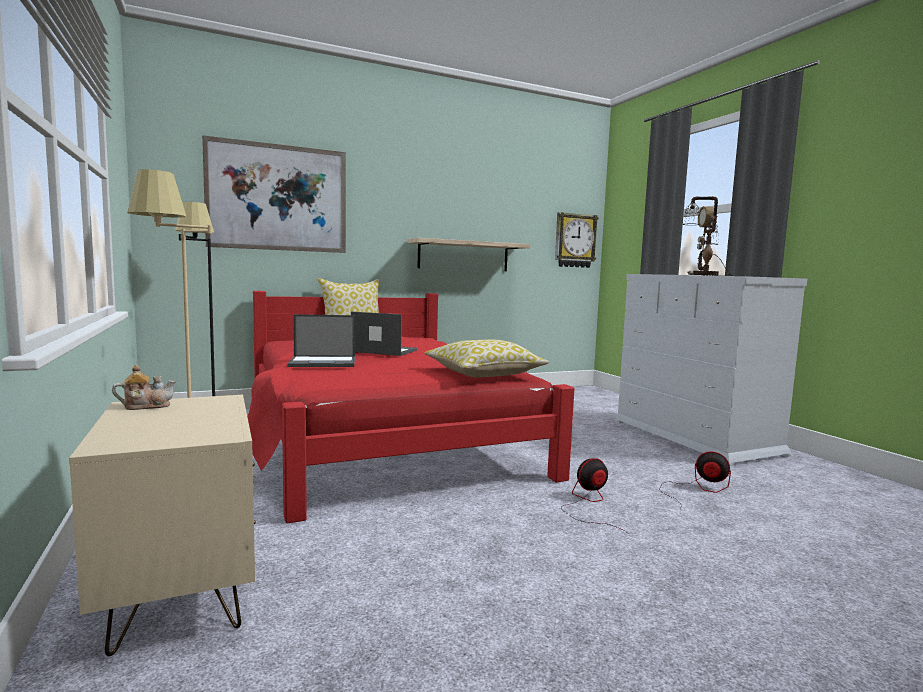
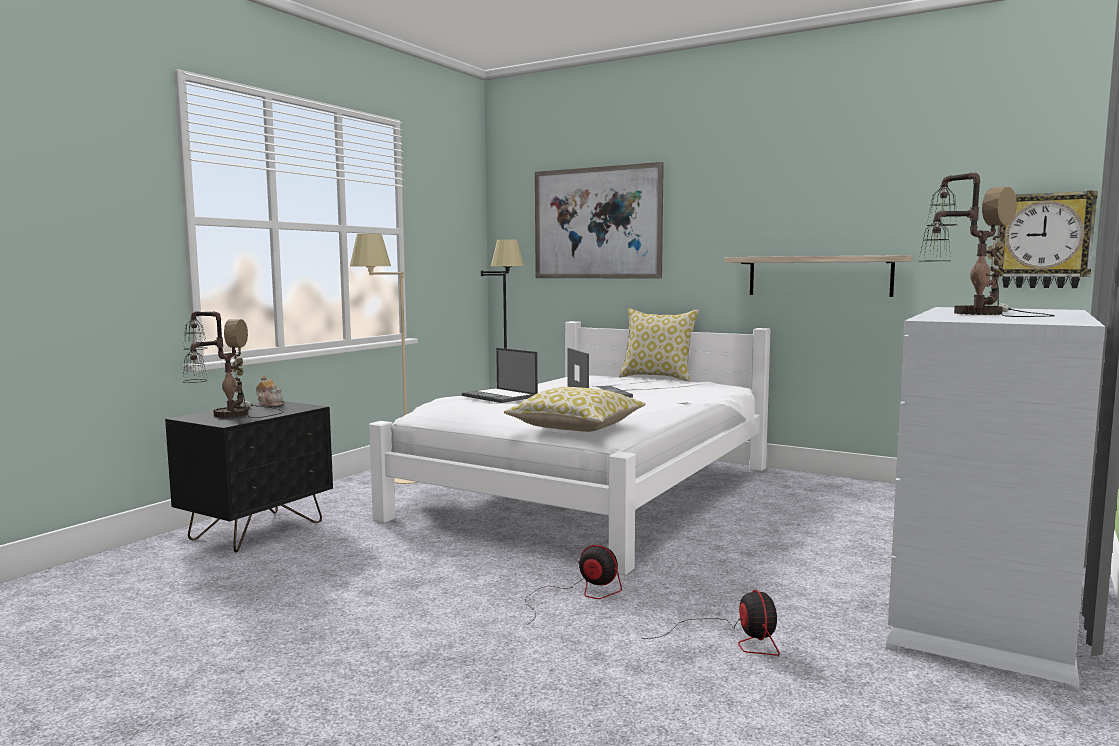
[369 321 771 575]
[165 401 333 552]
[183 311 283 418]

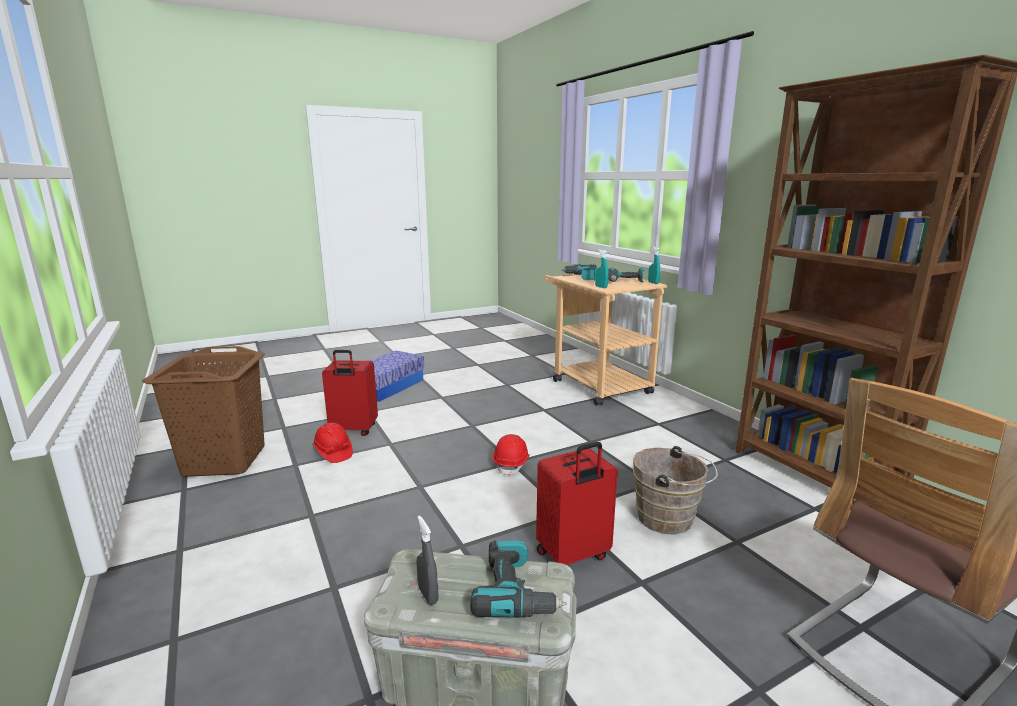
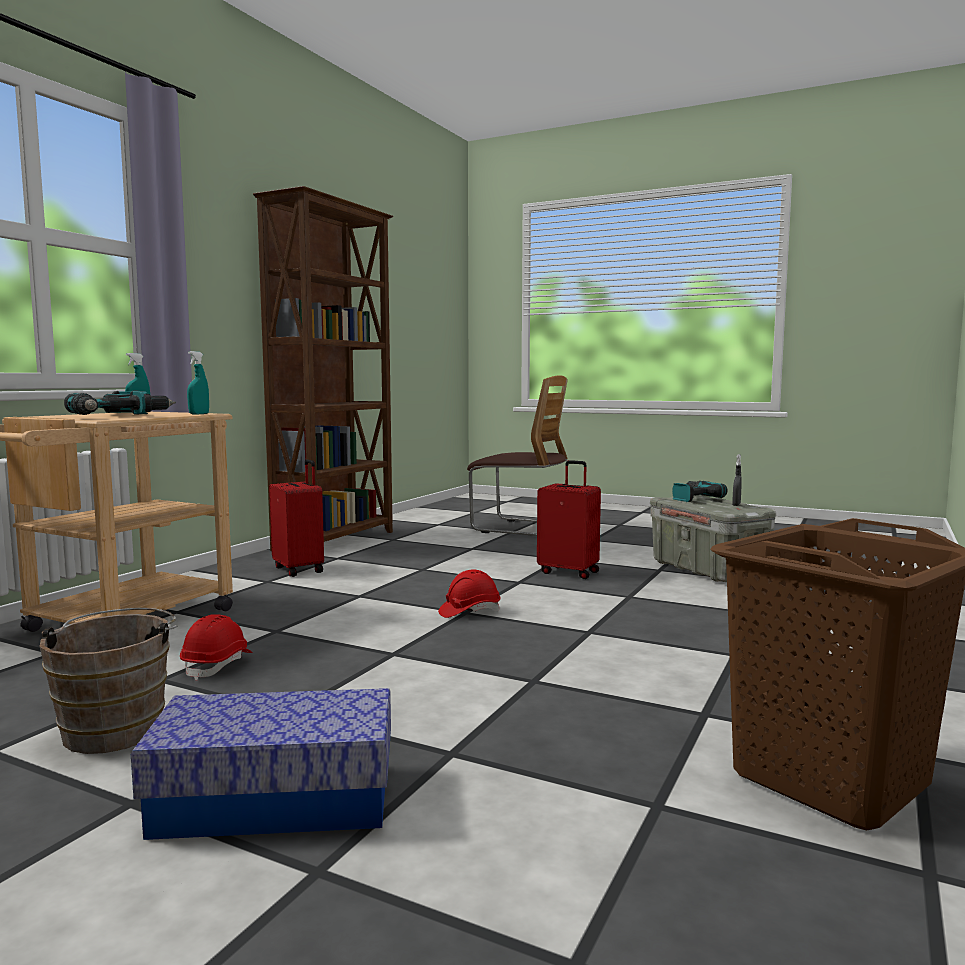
[269 459 324 577]
[180 614 253 680]
[40 608 177 754]

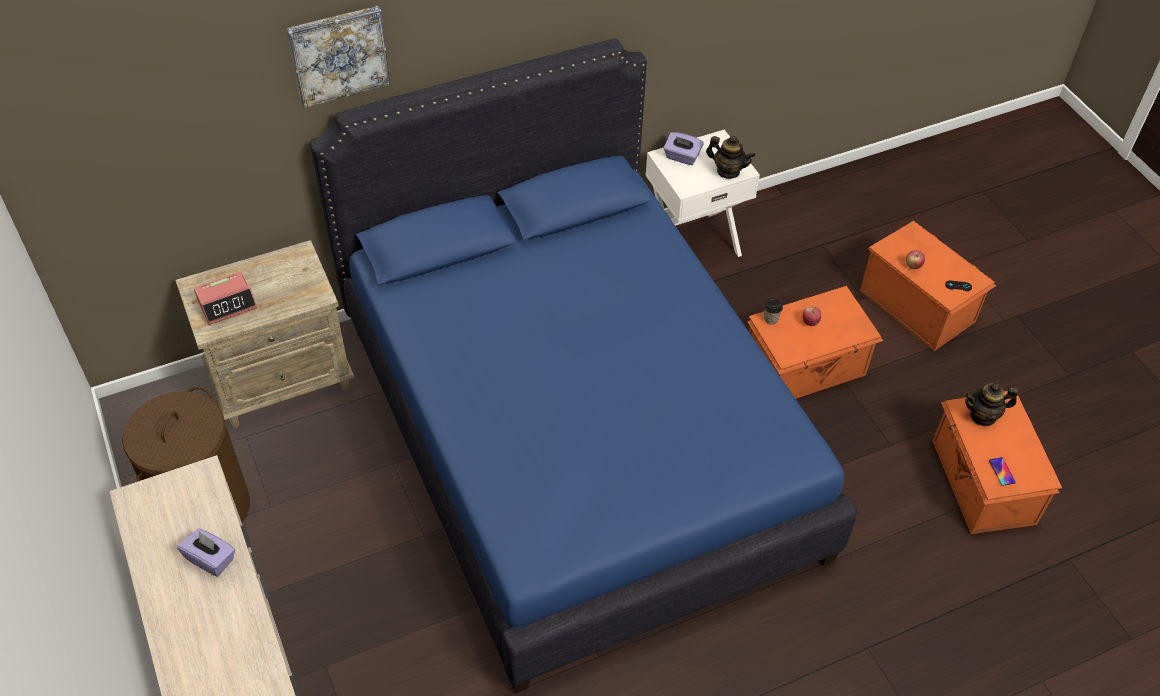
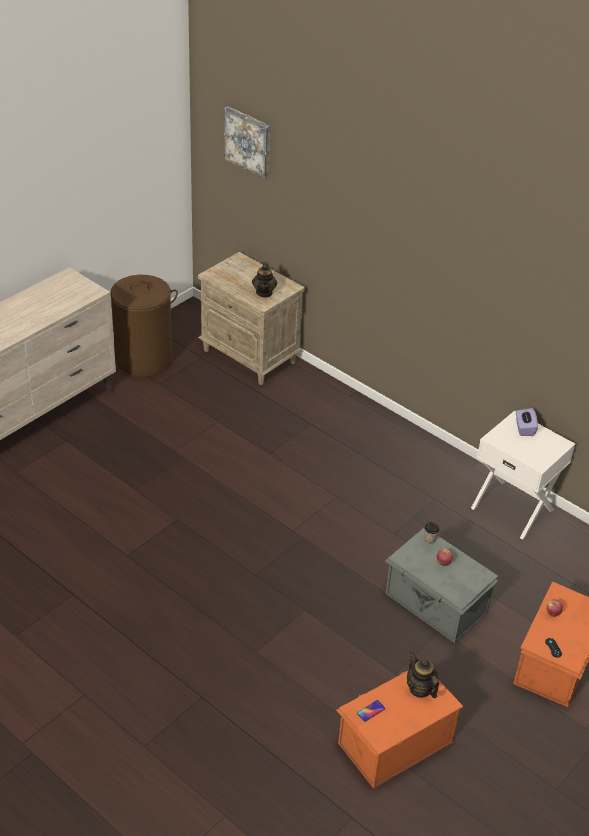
[224 106 270 179]
[310 38 857 694] (first image)
[252 262 277 298]
[194 272 257 325] (first image)
[385 528 498 643]
[177 529 236 577] (first image)

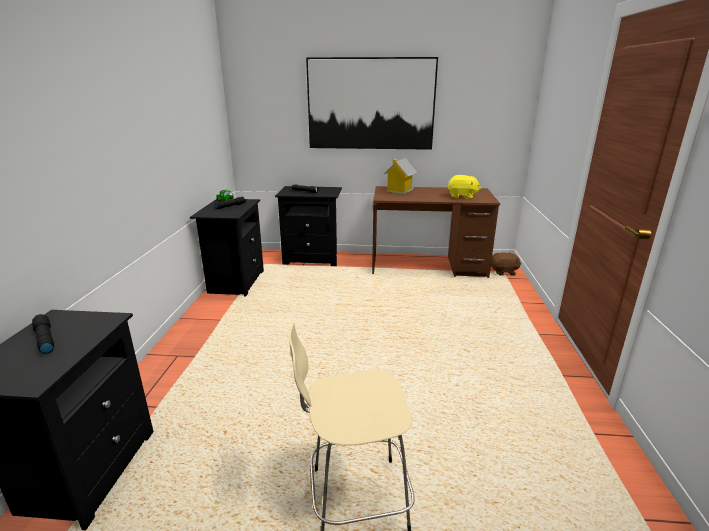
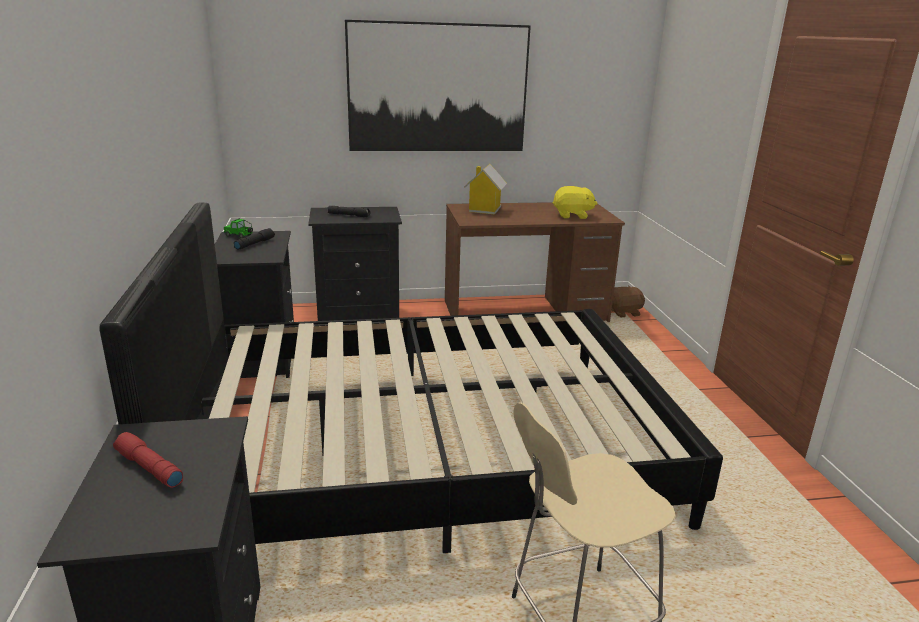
[113 432 183 488]
[99 202 723 553]

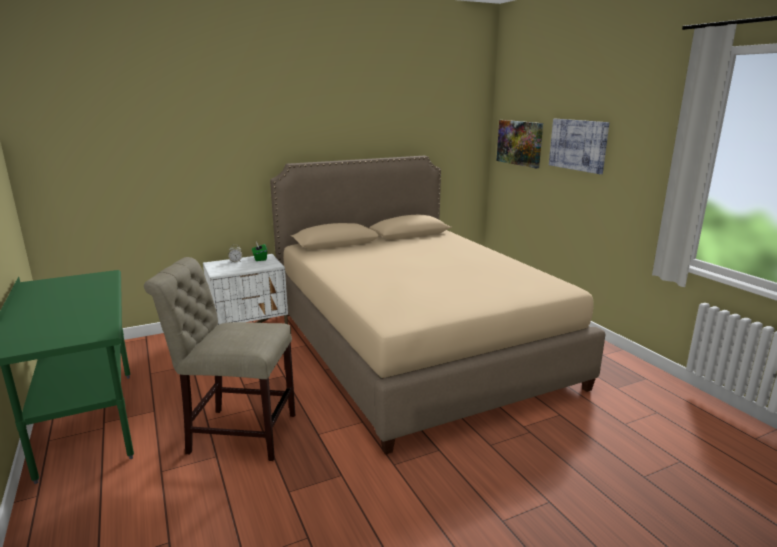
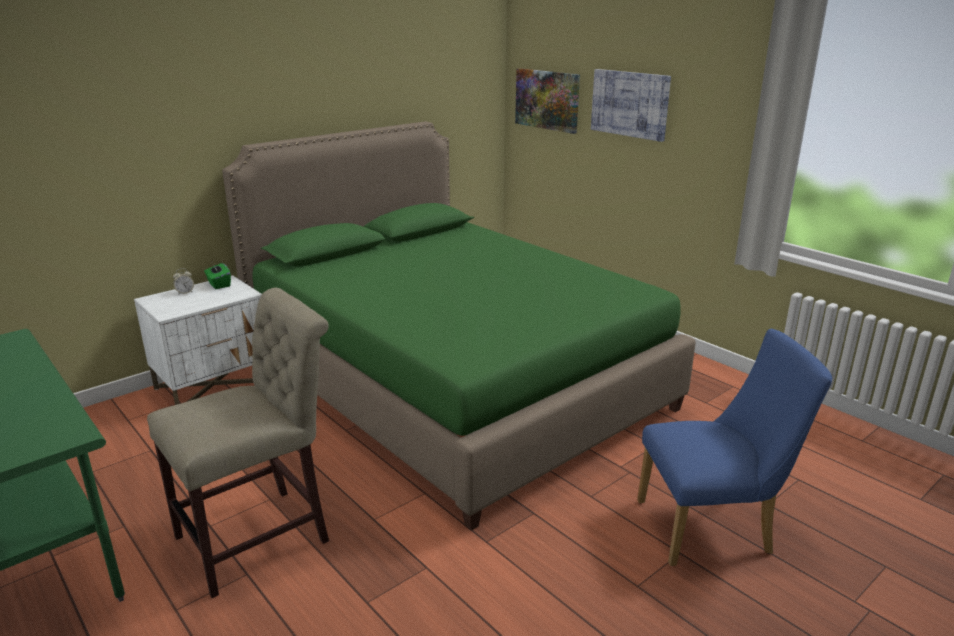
[222 122 696 531]
[147 288 329 598]
[637 329 832 566]

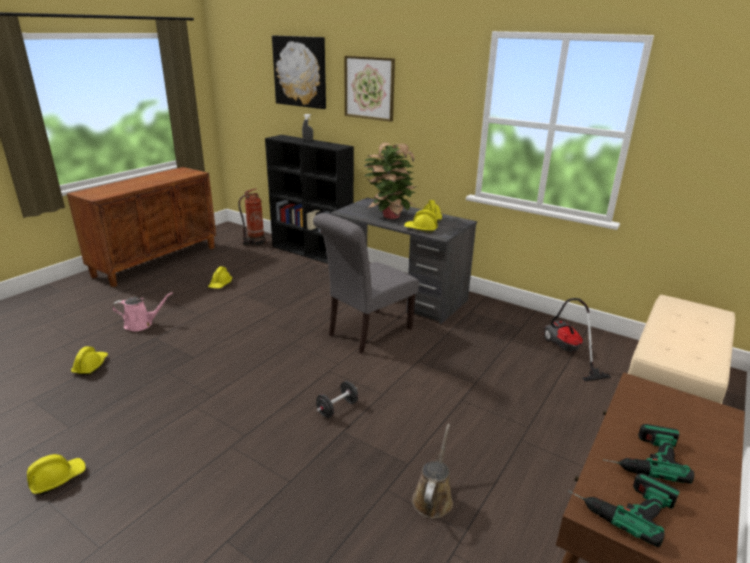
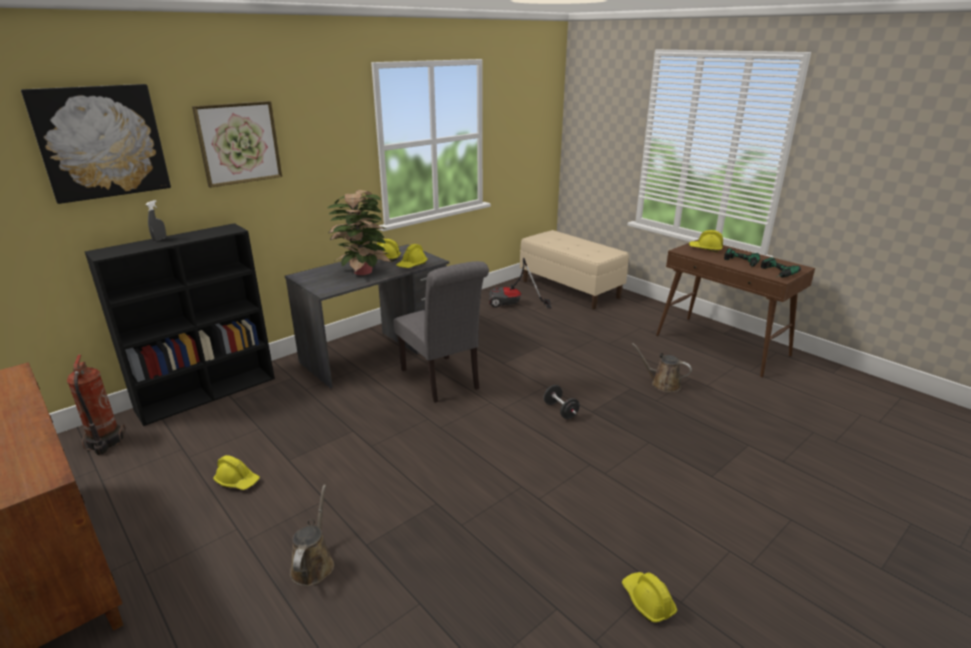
[290 485 334 586]
[689 230 723 252]

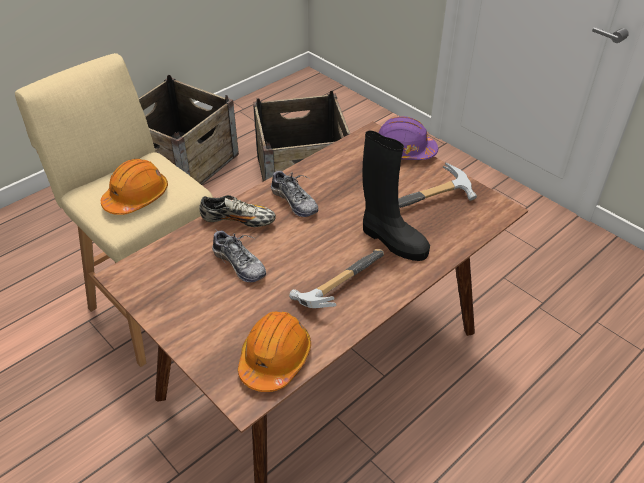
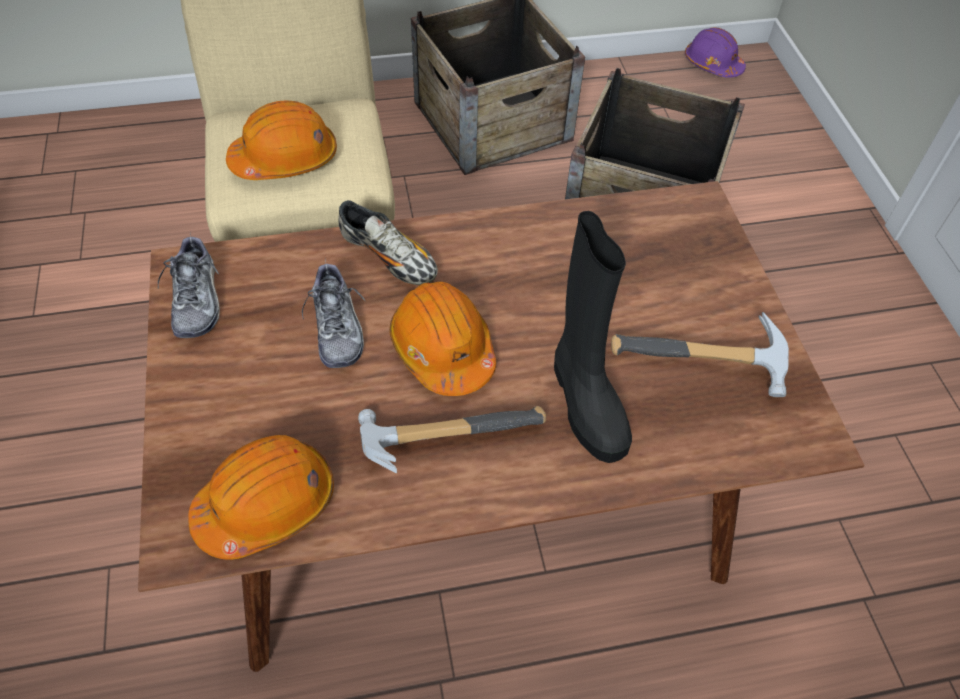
[685 27 746 78]
[158 230 220 338]
[389 282 496 396]

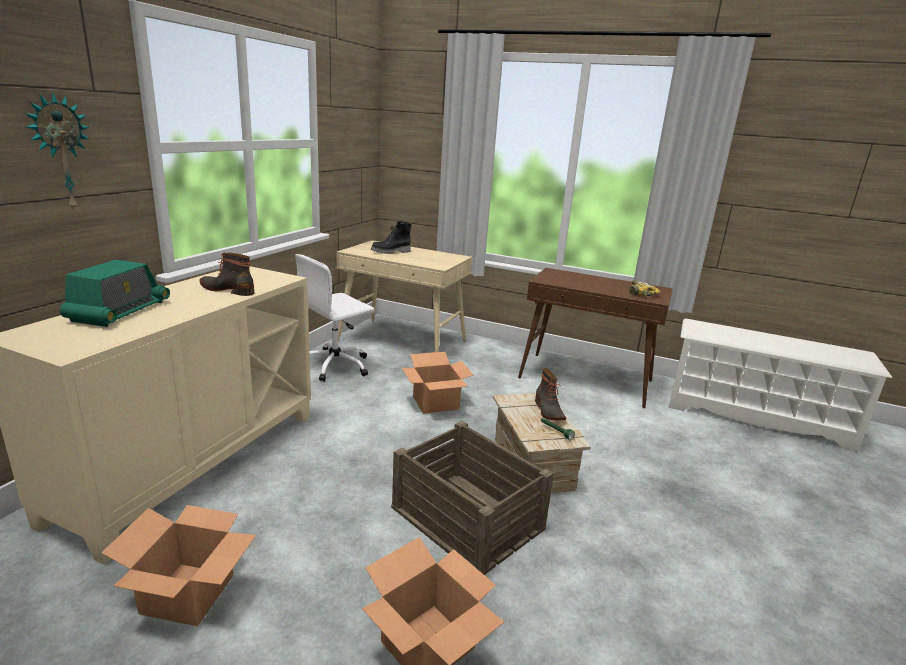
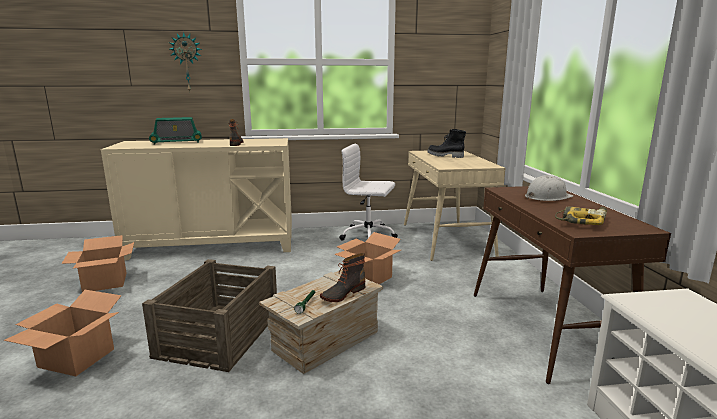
[525 175 573 201]

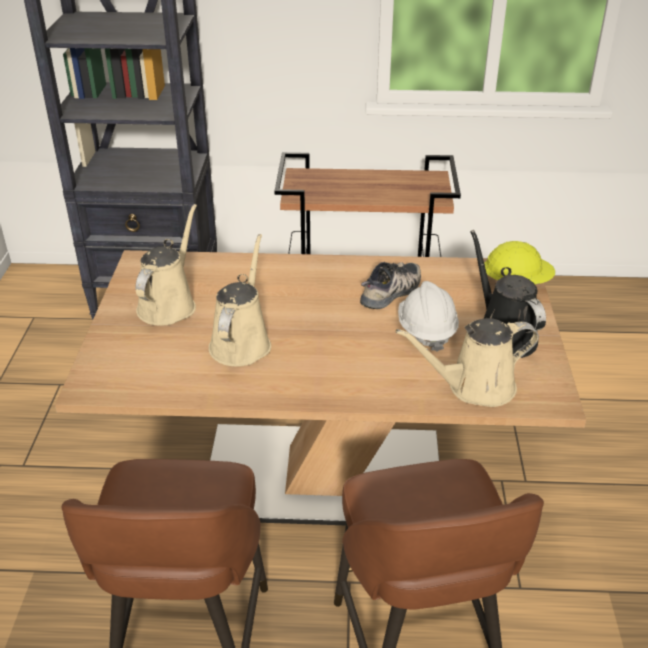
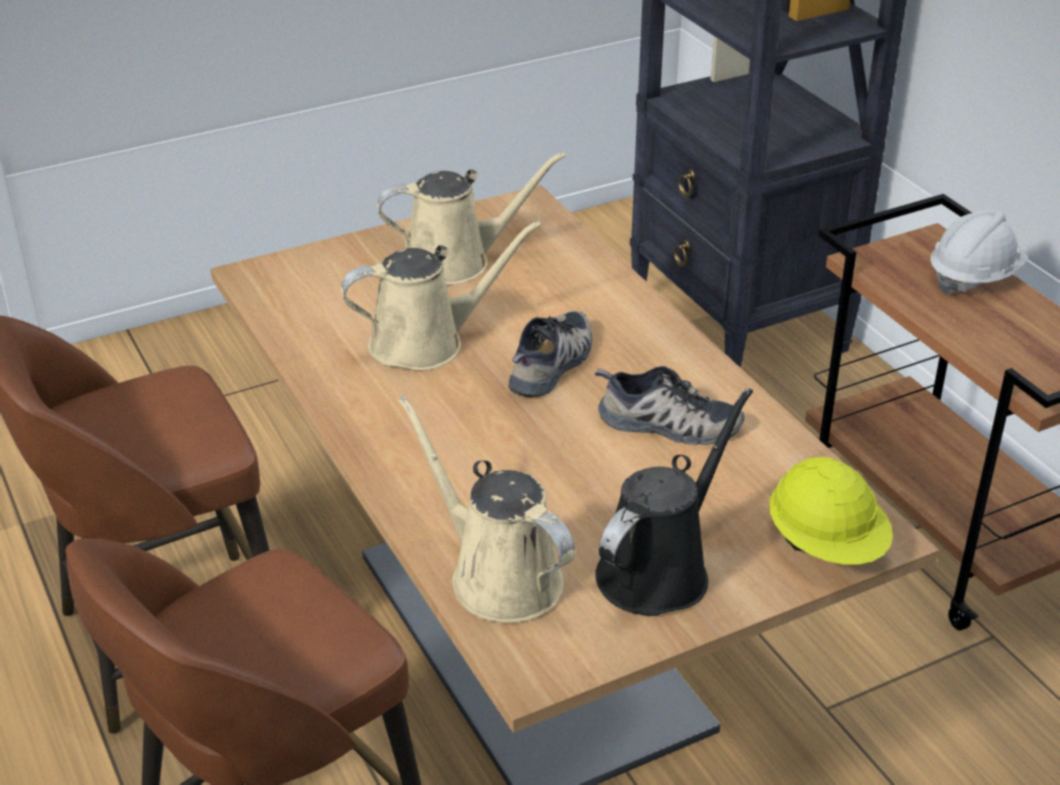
[930 210 1028 295]
[509 311 593 397]

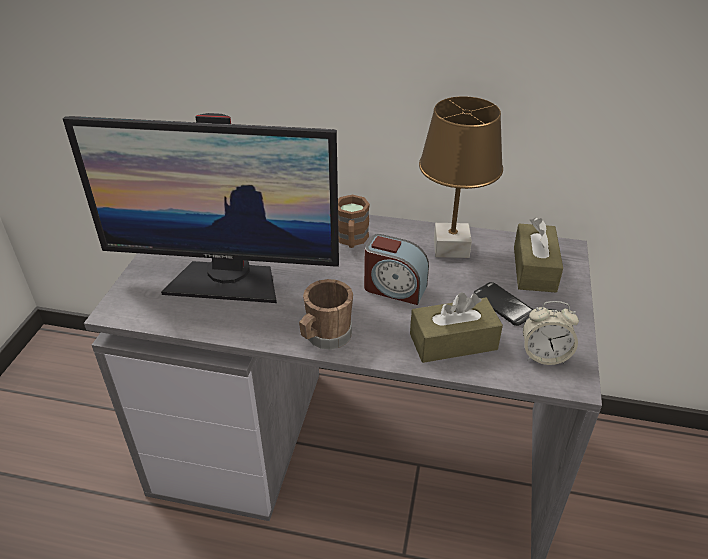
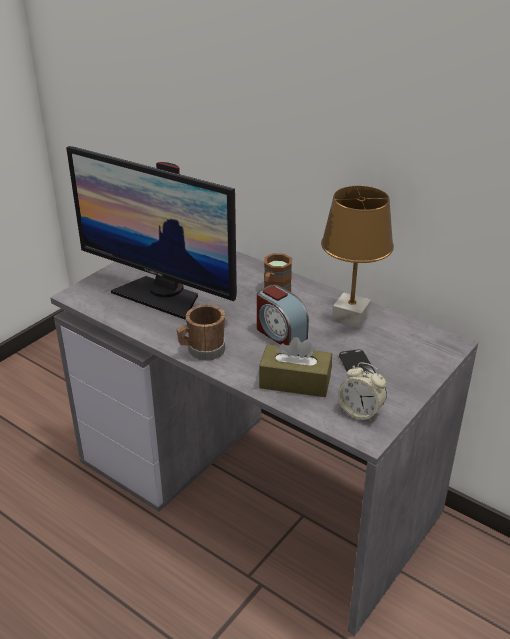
[514 218 563 292] (first image)

